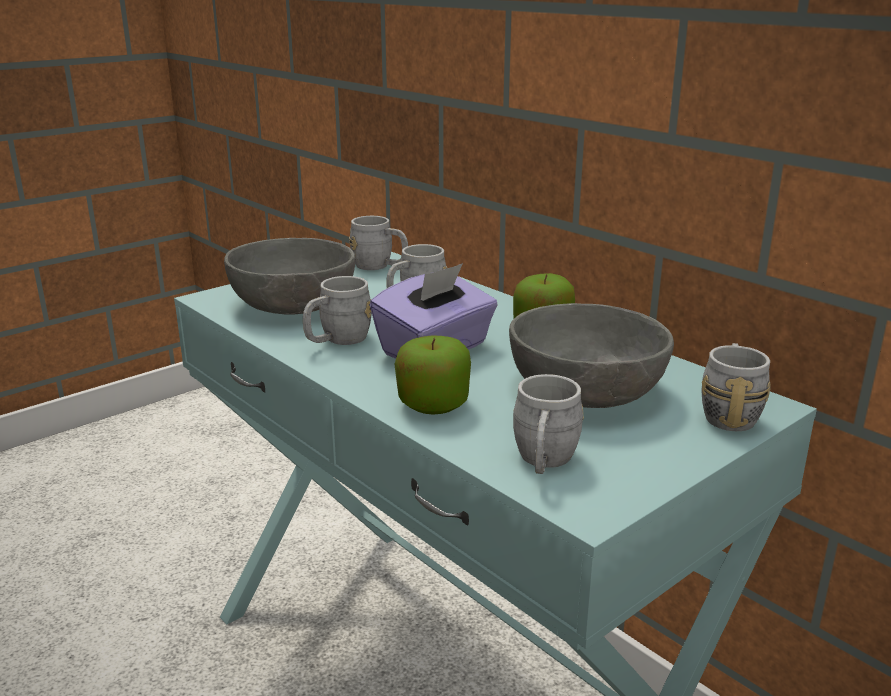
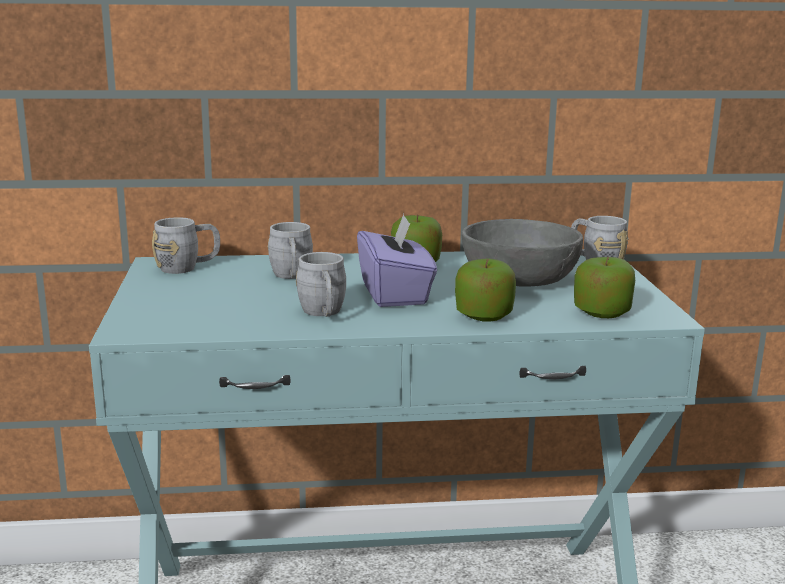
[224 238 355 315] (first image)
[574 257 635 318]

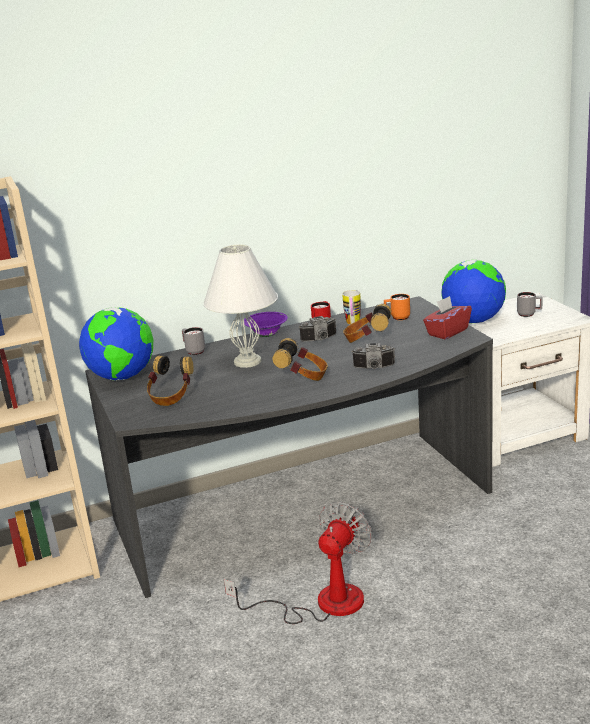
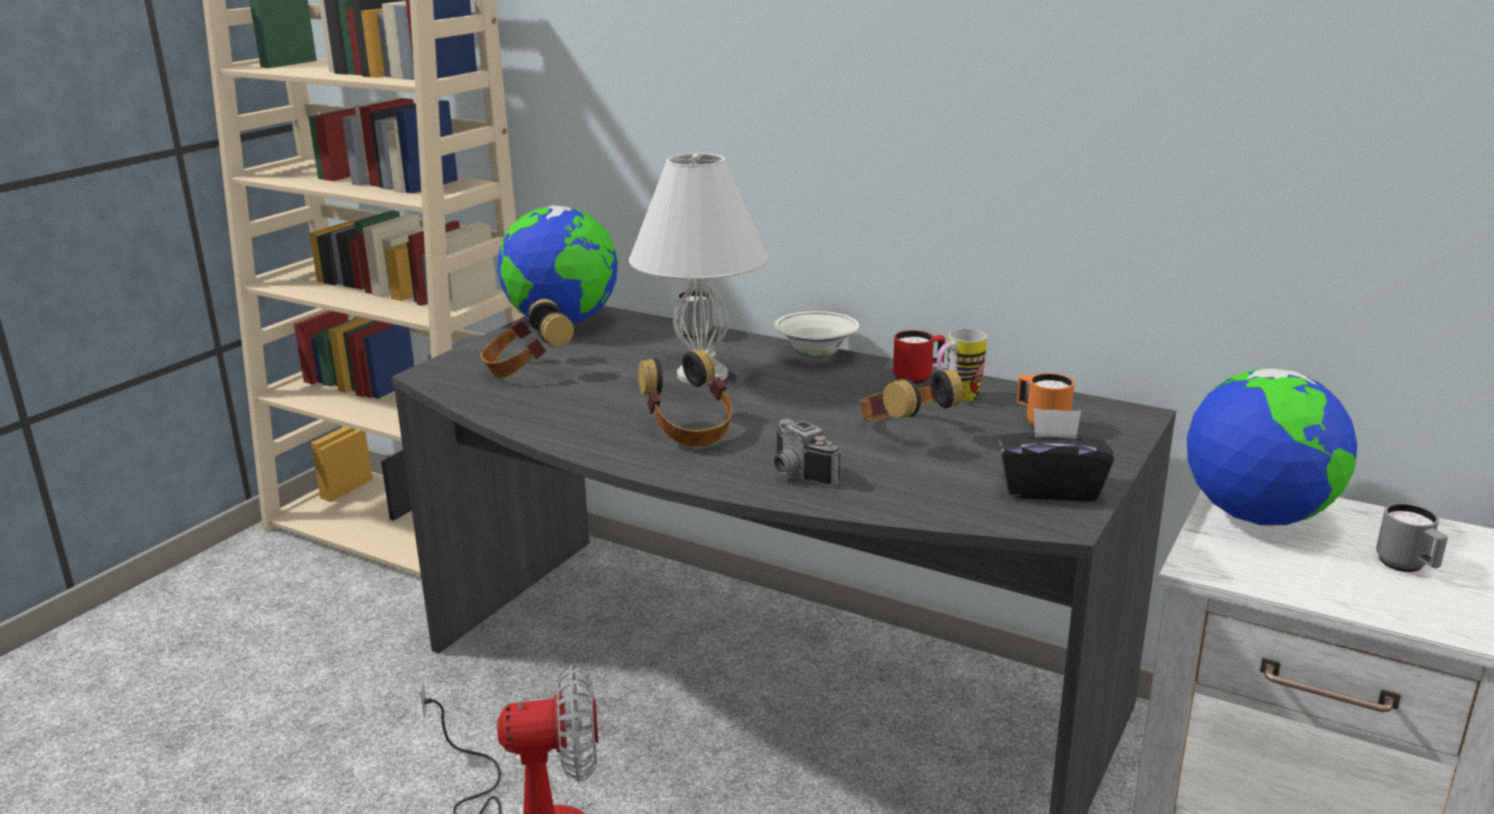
[999 408 1114 502]
[774 311 860 358]
[299 316 336 342] (first image)

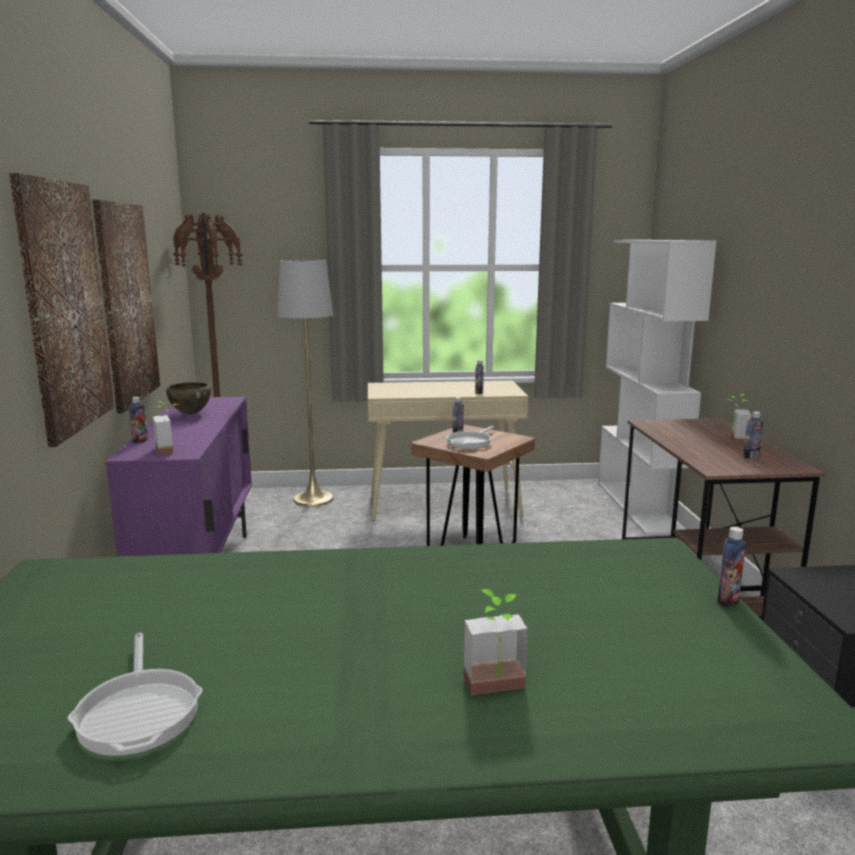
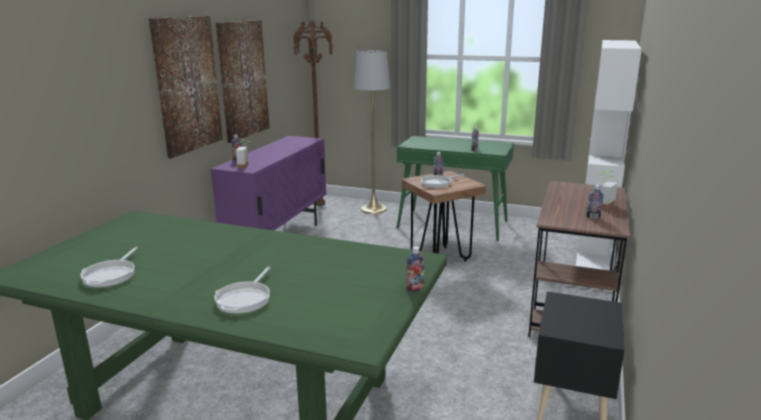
[397 136 514 241]
[166 382 211 415] (first image)
[214 267 271 314]

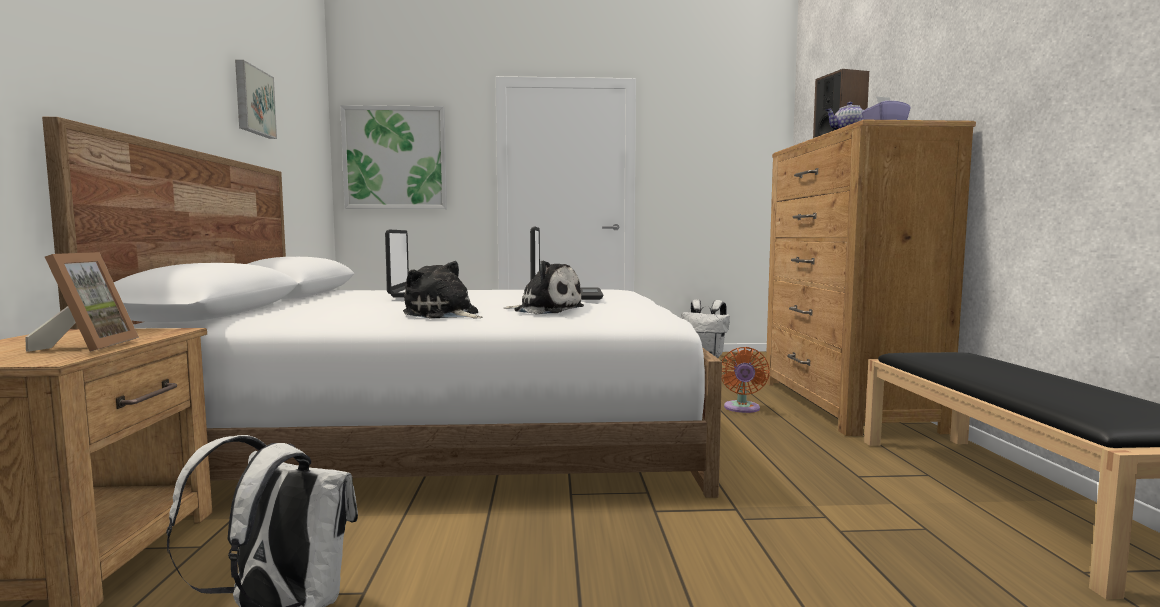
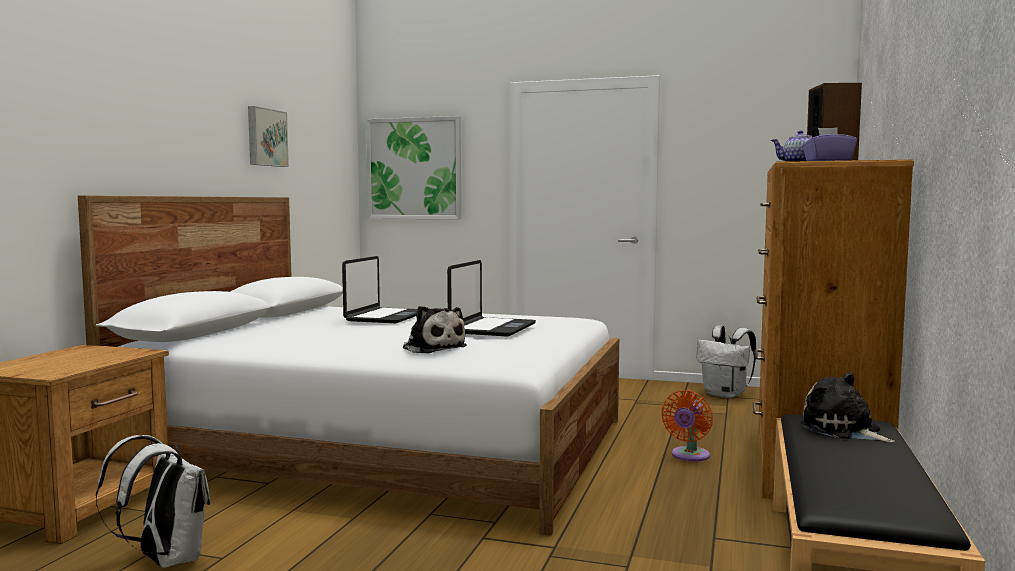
[25 252 139 352] (first image)
[800 372 894 442]

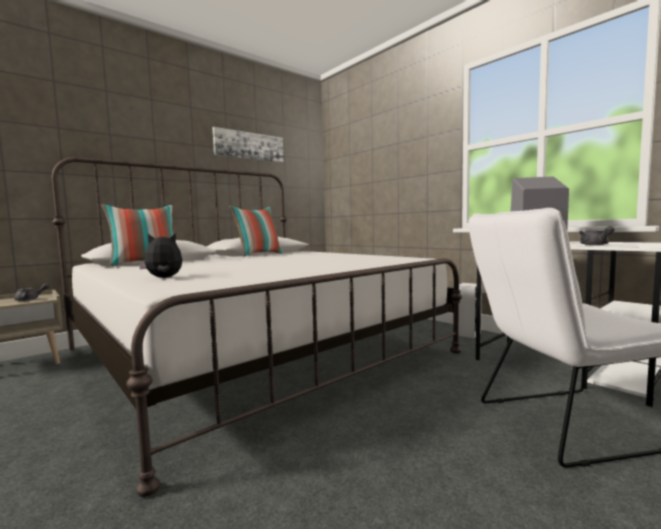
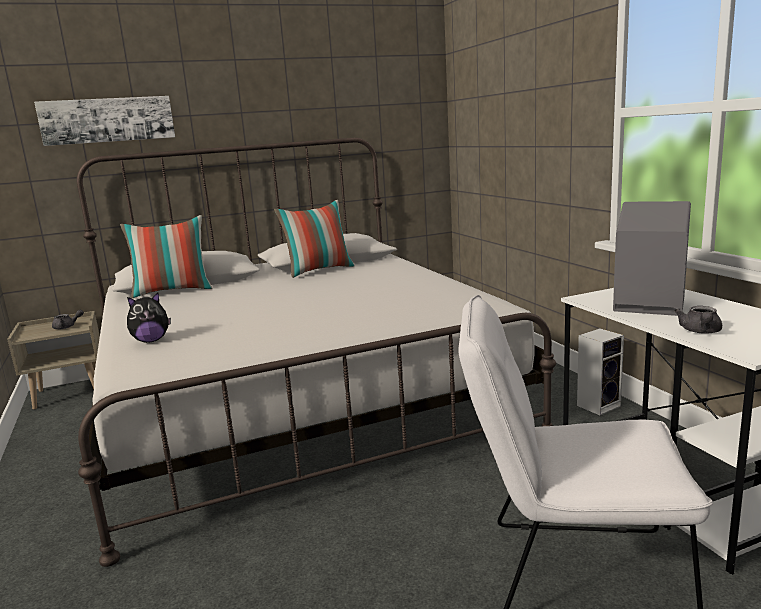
[34 96 175 146]
[127 293 171 343]

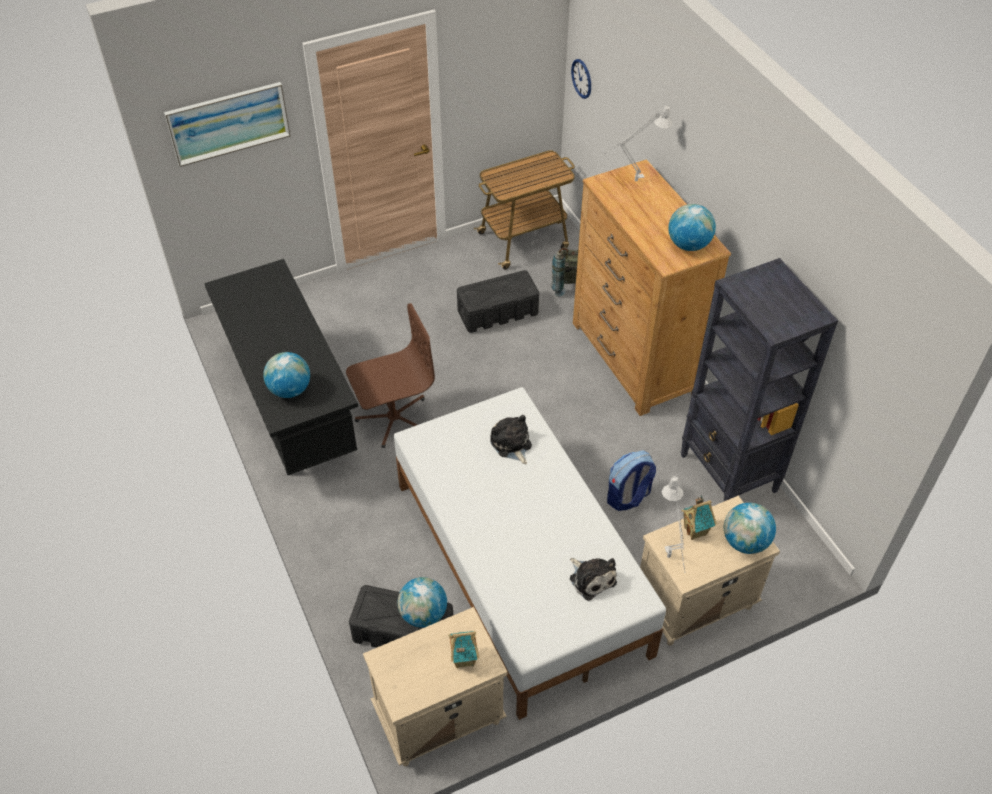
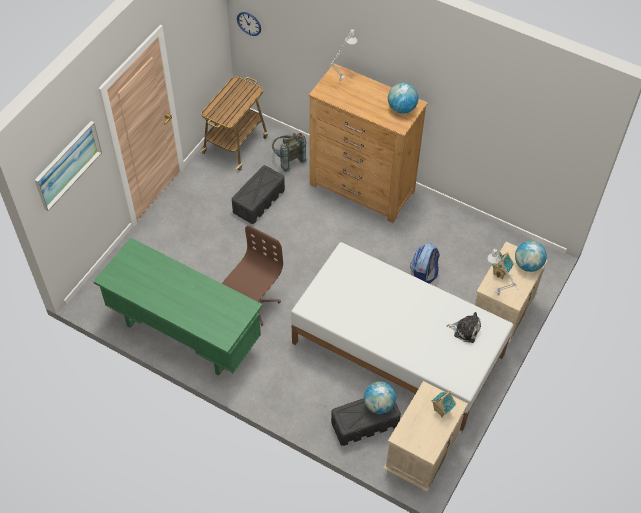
[681 258 838 501] (first image)
[93 238 263 375]
[263 352 310 398] (first image)
[490 415 532 464] (first image)

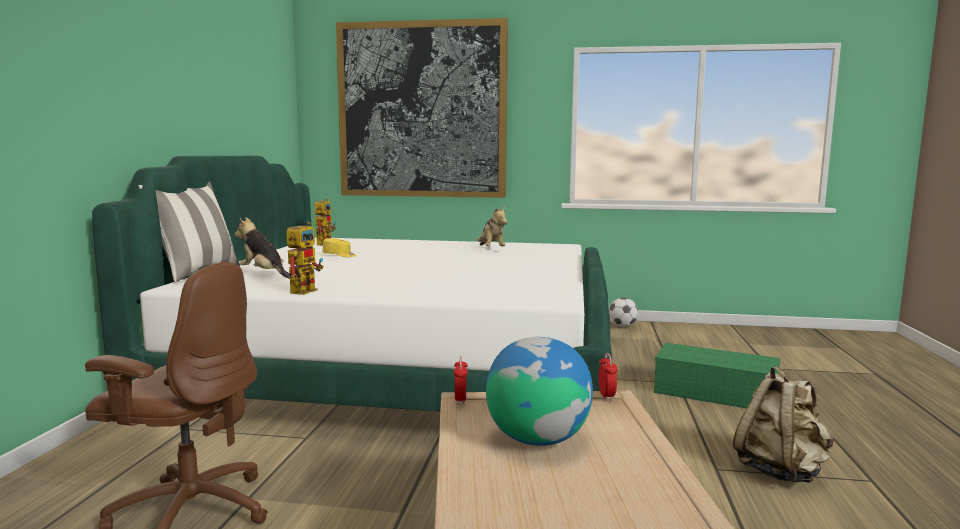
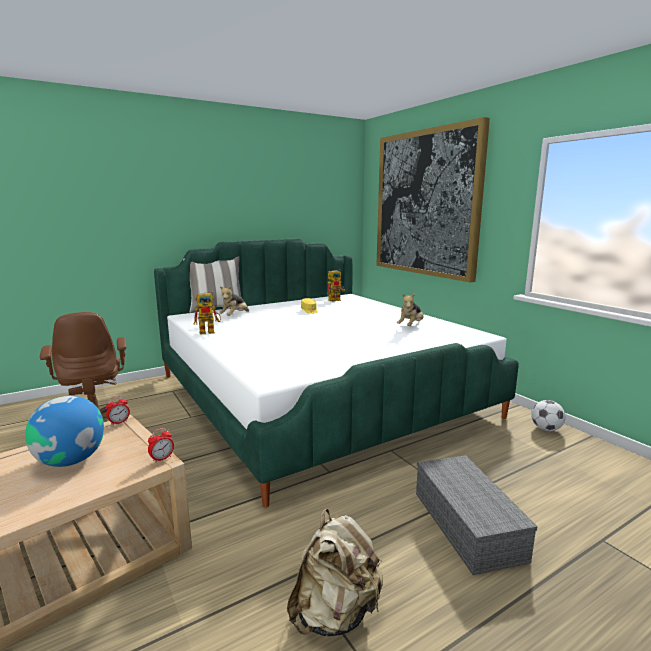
[219 285 249 316]
[416 455 538 575]

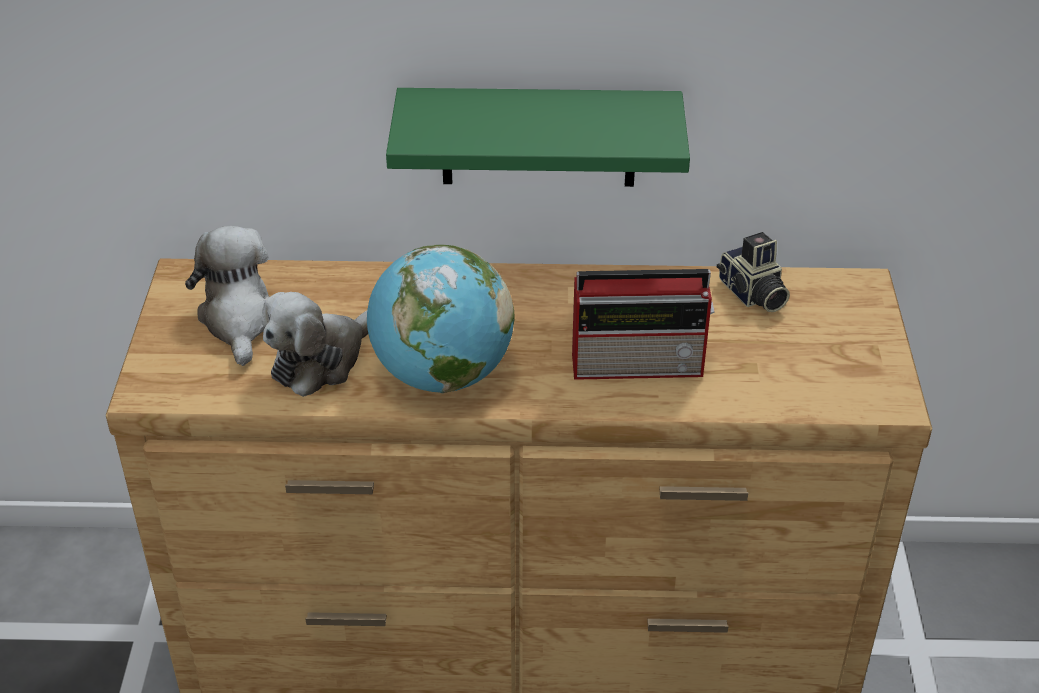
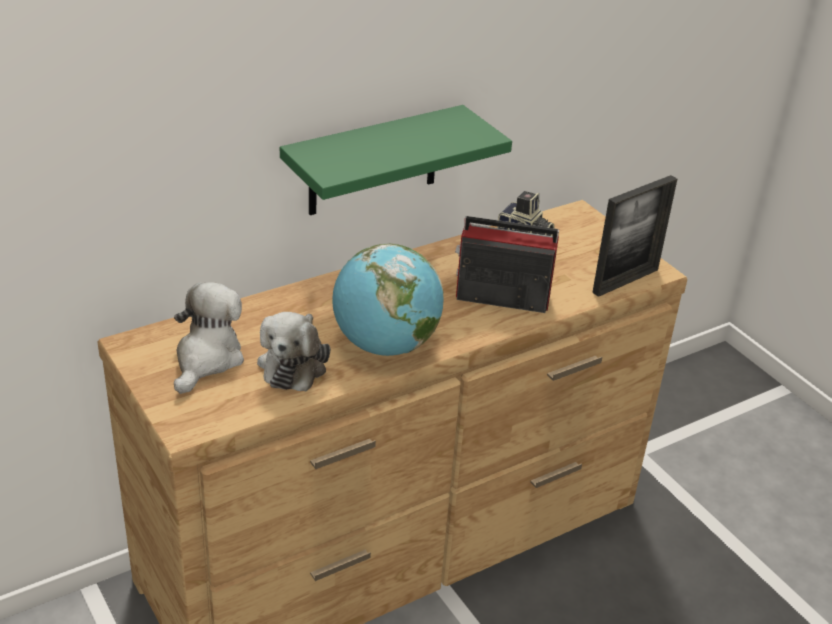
[174 282 244 394]
[455 216 559 313]
[592 175 677 297]

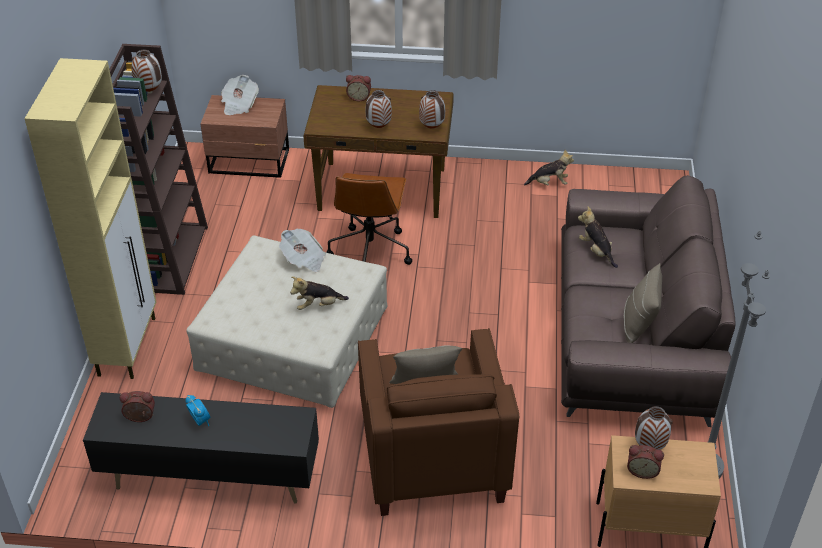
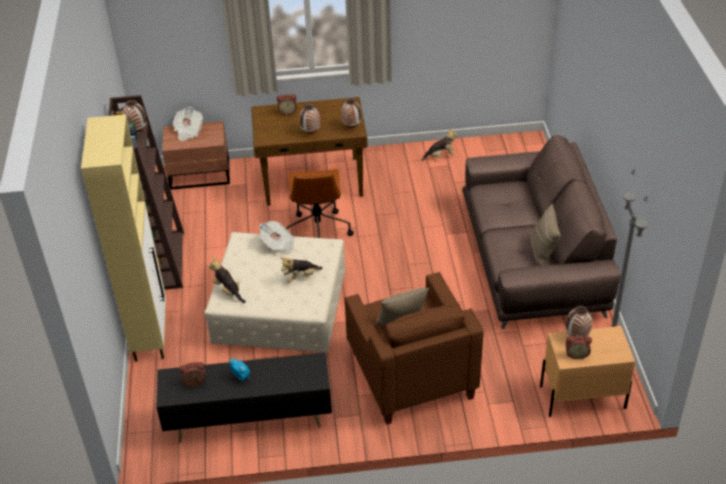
[208 257 246 303]

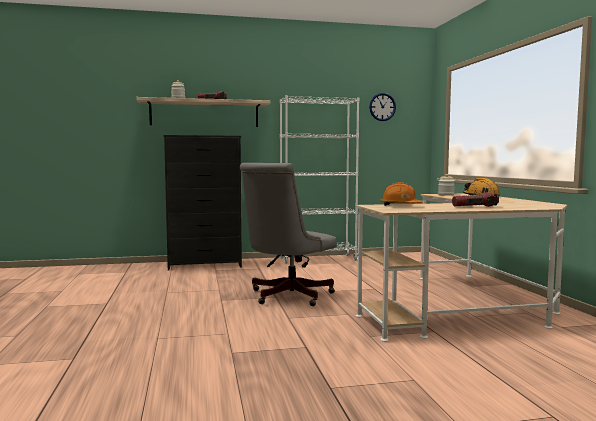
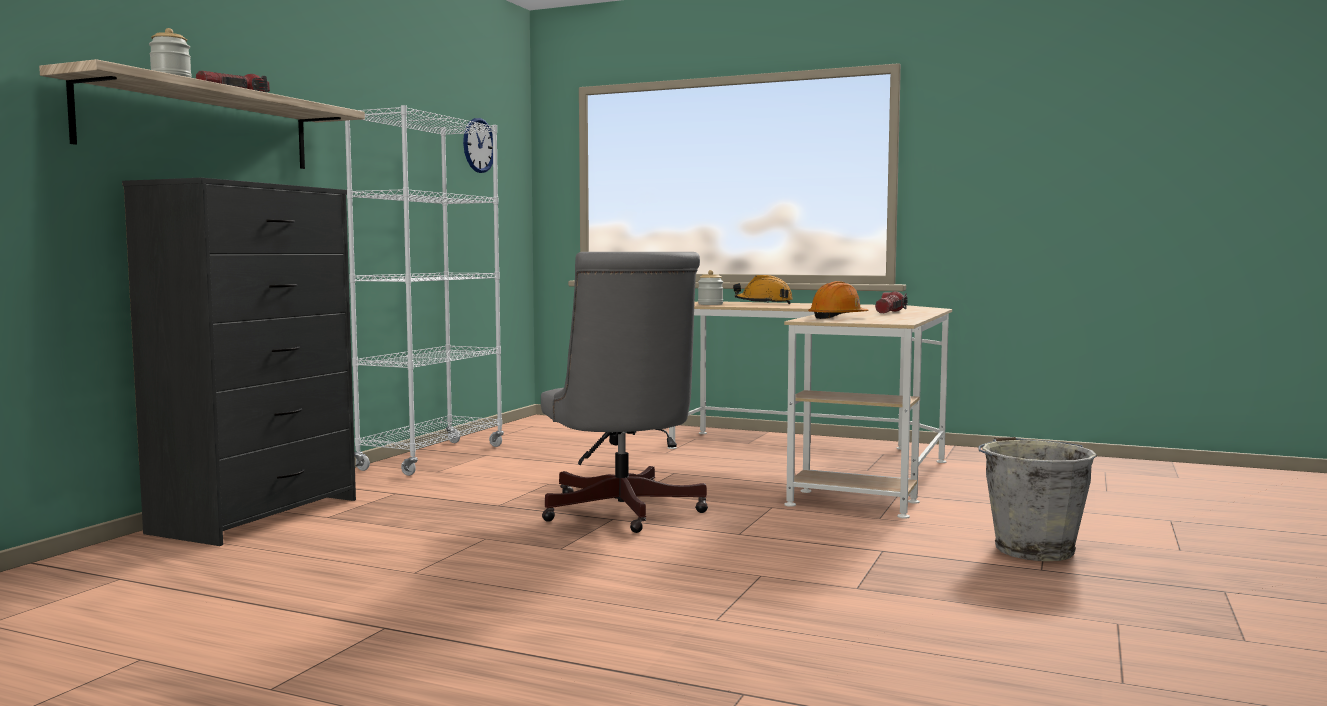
[978 437 1097 561]

